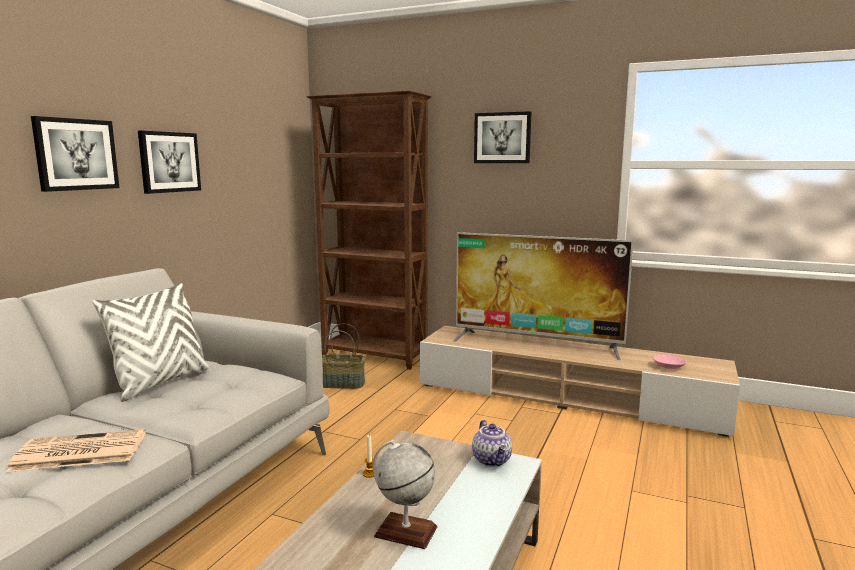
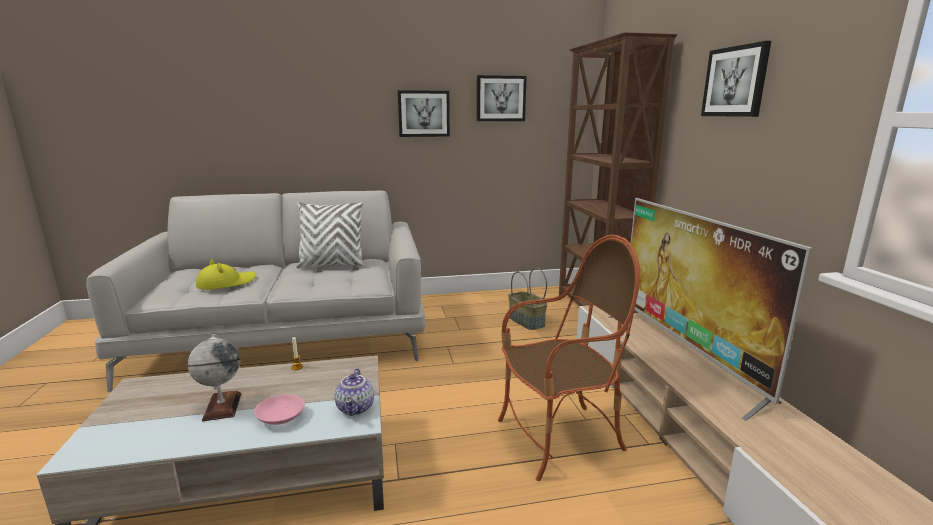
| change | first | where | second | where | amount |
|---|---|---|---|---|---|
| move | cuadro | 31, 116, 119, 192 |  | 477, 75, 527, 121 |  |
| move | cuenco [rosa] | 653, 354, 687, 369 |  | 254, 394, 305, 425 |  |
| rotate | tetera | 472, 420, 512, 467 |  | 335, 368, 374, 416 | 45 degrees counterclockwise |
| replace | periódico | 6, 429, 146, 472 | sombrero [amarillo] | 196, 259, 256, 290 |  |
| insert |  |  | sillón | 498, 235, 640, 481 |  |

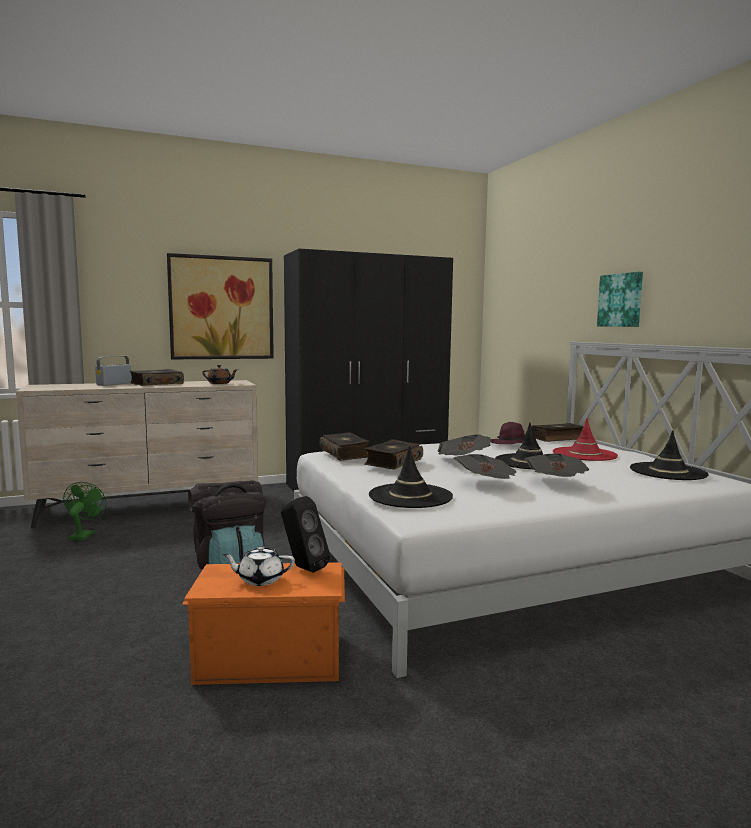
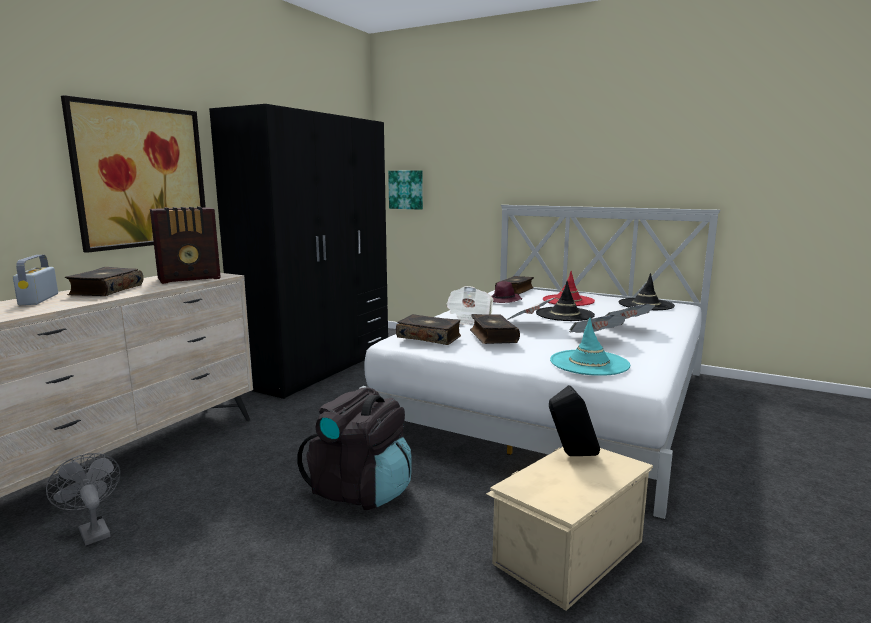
| change | first | where | second | where | amount |
|---|---|---|---|---|---|
| move | cuadro | 597, 272, 643, 327 |  | 388, 170, 423, 210 |  |
| replace | tetera [marrón] | 203, 365, 238, 384 | radio | 150, 207, 221, 284 |  |
| recolor | sombrero [negro] | 369, 446, 453, 508 | sombrero [turquesa] | 550, 318, 630, 376 |  |
| recolor | ventilador [verde] | 63, 482, 106, 540 | ventilador [gris] | 46, 453, 120, 546 |  |
| delete | tetera [blanco] | 222, 546, 295, 586 |  |  |  |
| recolor | caja de almacenaje [naranja] | 182, 562, 345, 685 | caja de almacenaje [beis] | 486, 447, 653, 611 |  |
| insert |  |  | periódico | 446, 286, 494, 325 |  |

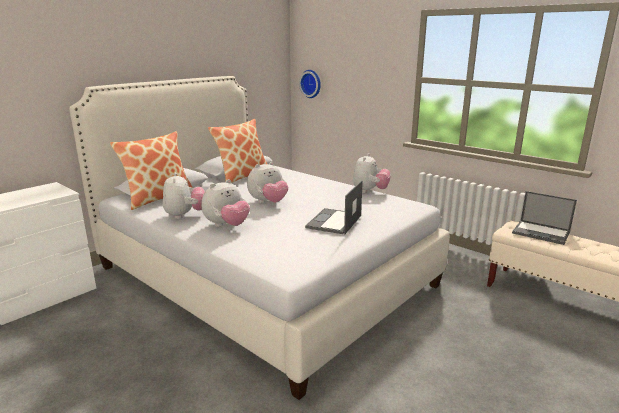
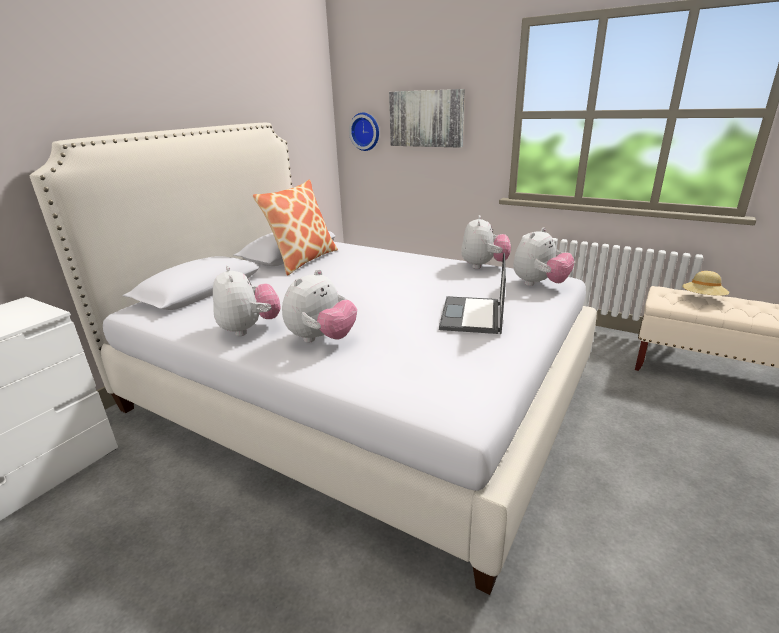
| change | first | where | second | where | amount |
|---|---|---|---|---|---|
| delete | cojín | 110, 131, 193, 210 |  |  |  |
| move | peluche | 247, 162, 288, 203 |  | 513, 227, 575, 286 |  |
| replace | portátil | 512, 191, 577, 245 | sombrero [beis] | 682, 271, 729, 296 |  |
| insert |  |  | cuadro | 389, 89, 465, 148 |  |

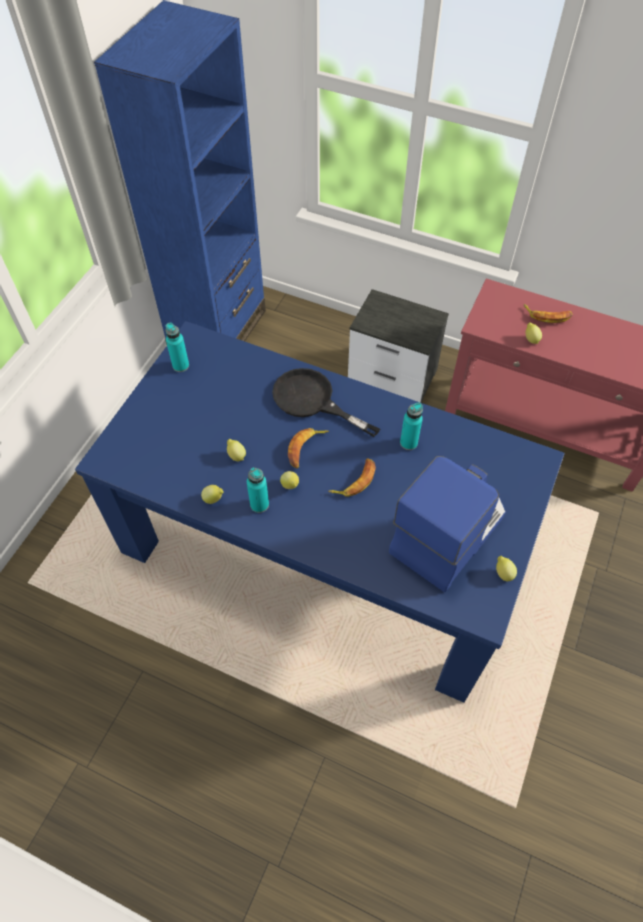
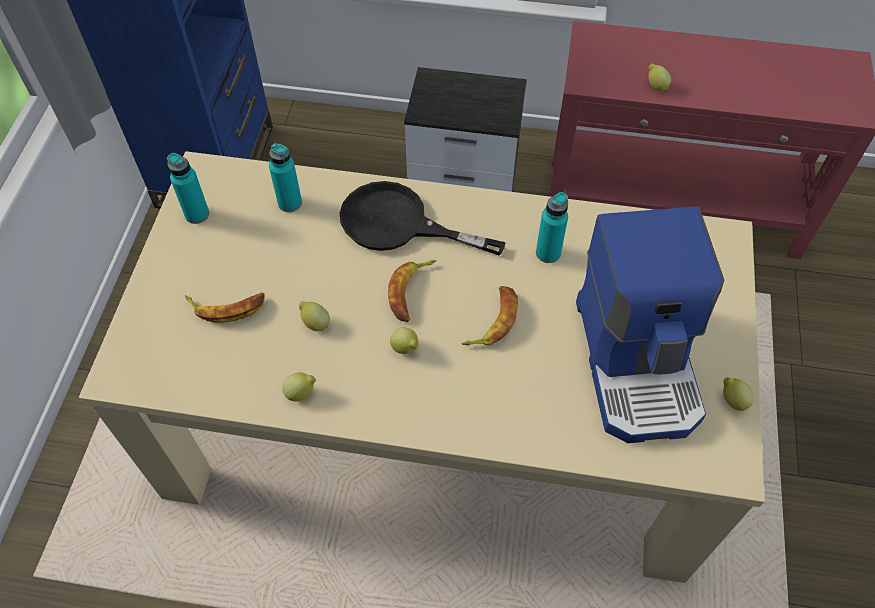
| change | first | where | second | where | amount |
|---|---|---|---|---|---|
| move | plátano | 524, 304, 572, 323 |  | 185, 292, 265, 323 |  |
| recolor | mesa de comedor [azul] | 75, 321, 565, 703 | mesa de comedor [beis] | 79, 151, 765, 583 |  |
| rotate | cafetera | 389, 456, 506, 592 |  | 576, 207, 724, 443 | 150 degrees clockwise |
| move | botella [turquesa] | 247, 467, 269, 513 |  | 269, 143, 302, 212 |  |

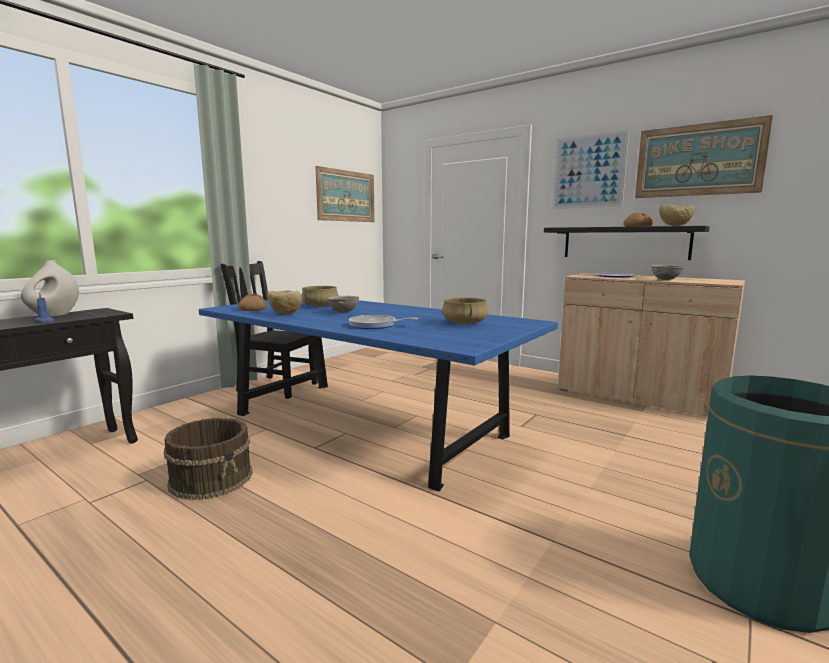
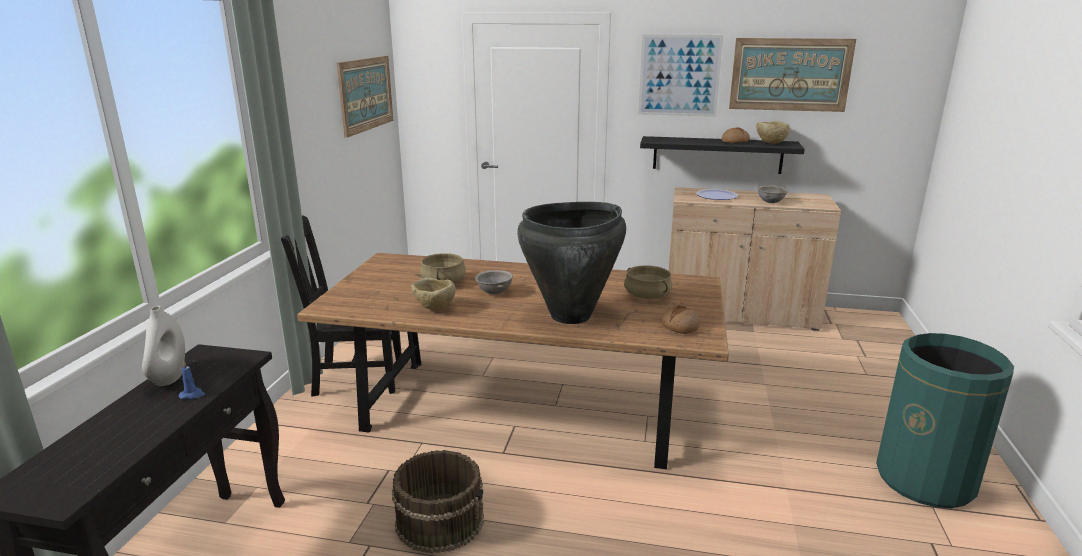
| change | first | where | second | where | amount |
|---|---|---|---|---|---|
| move | pan | 238, 294, 266, 311 |  | 661, 305, 700, 334 |  |
| recolor | mesa de comedor [azul] | 199, 300, 558, 492 | mesa de comedor [marrón] | 297, 253, 729, 469 |  |
| replace | sartén | 349, 315, 419, 329 | florero [negro] | 517, 202, 626, 324 |  |

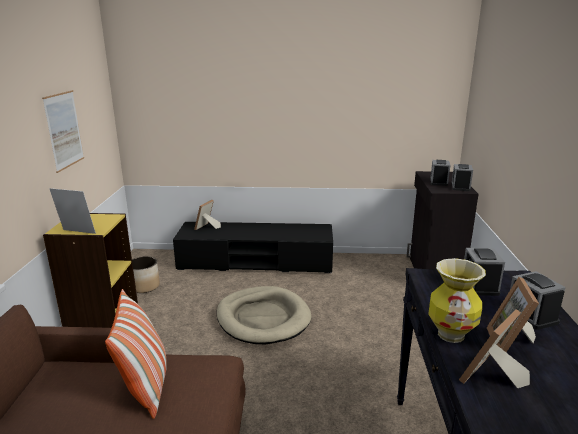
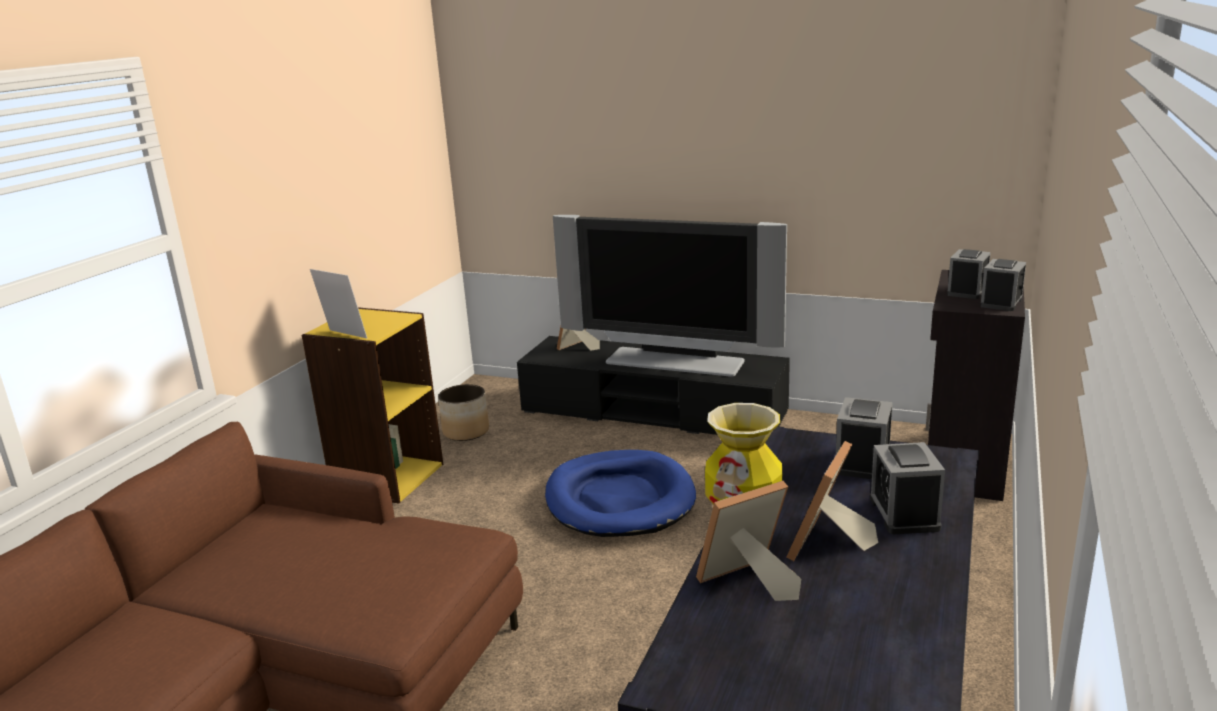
| change | first | where | second | where | amount |
|---|---|---|---|---|---|
| delete | cuadro | 42, 90, 84, 173 |  |  |  |
| recolor | cama para perro [beis] | 217, 286, 312, 344 | cama para perro [azul] | 545, 450, 696, 537 |  |
| delete | cojín | 105, 289, 167, 419 |  |  |  |
| insert |  |  | televisor | 553, 215, 787, 377 |  |

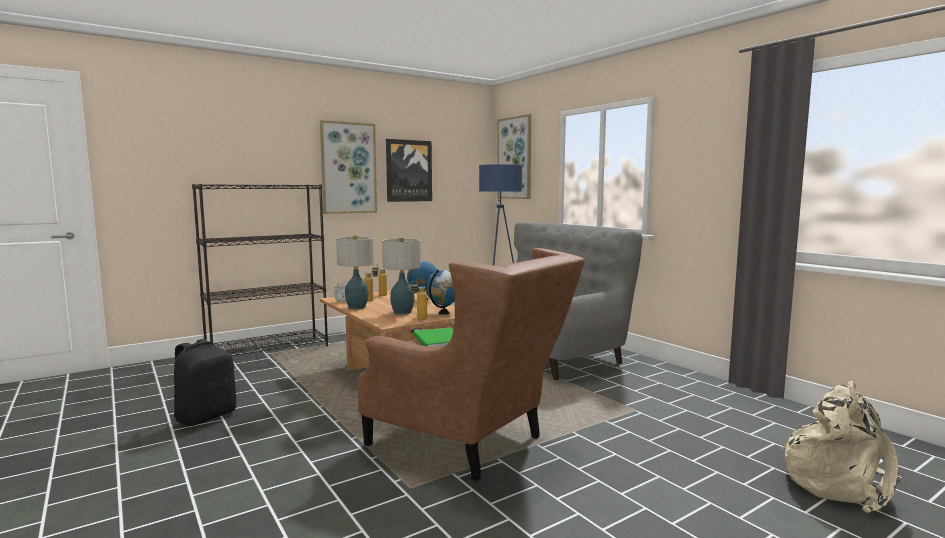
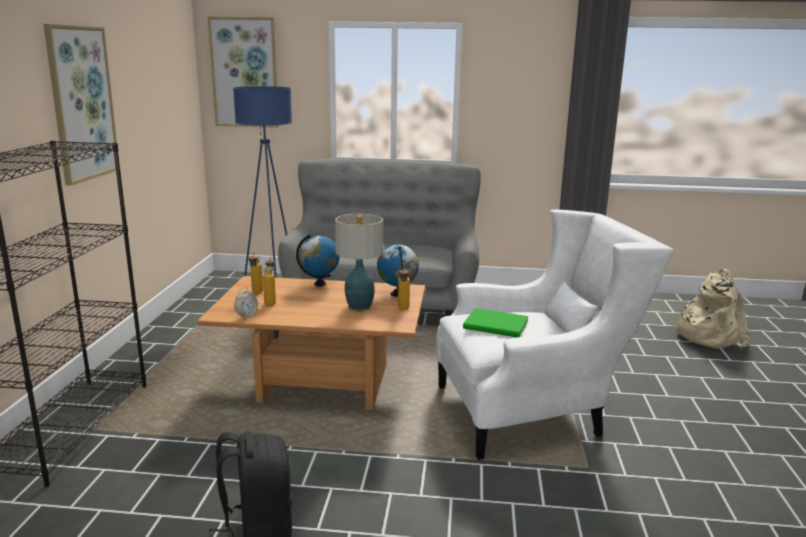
| change | first | where | second | where | amount |
|---|---|---|---|---|---|
| delete | cuadro | 386, 139, 432, 202 |  |  |  |
| delete | lámpara de mesa | 336, 235, 374, 309 |  |  |  |
| recolor | sillón [marrón] | 358, 248, 585, 481 | sillón [blanco] | 436, 210, 674, 460 |  |

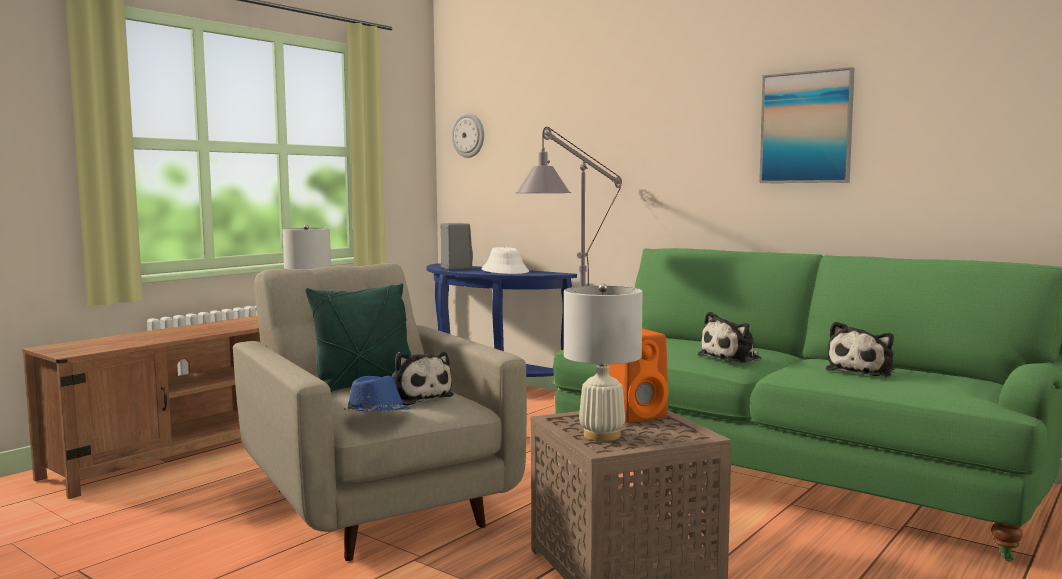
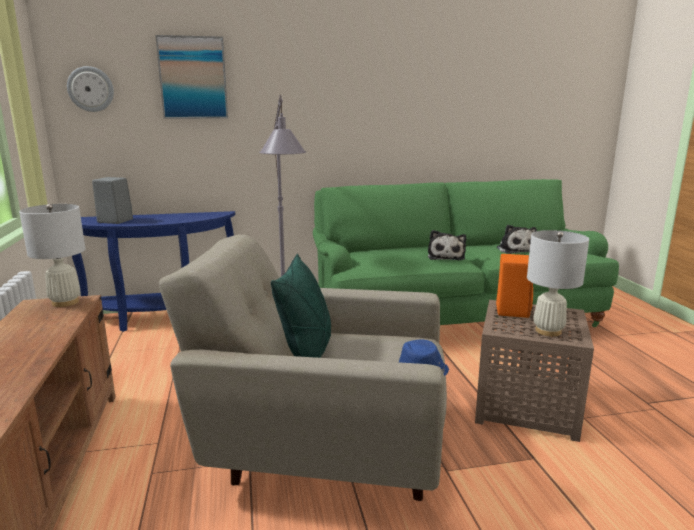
| change | first | where | second | where | amount |
|---|---|---|---|---|---|
| move | cuadro | 759, 67, 855, 183 |  | 155, 35, 228, 119 |  |
| delete | sombrero [blanco] | 481, 247, 529, 274 |  |  |  |
| delete | peluche | 392, 352, 453, 406 |  |  |  |

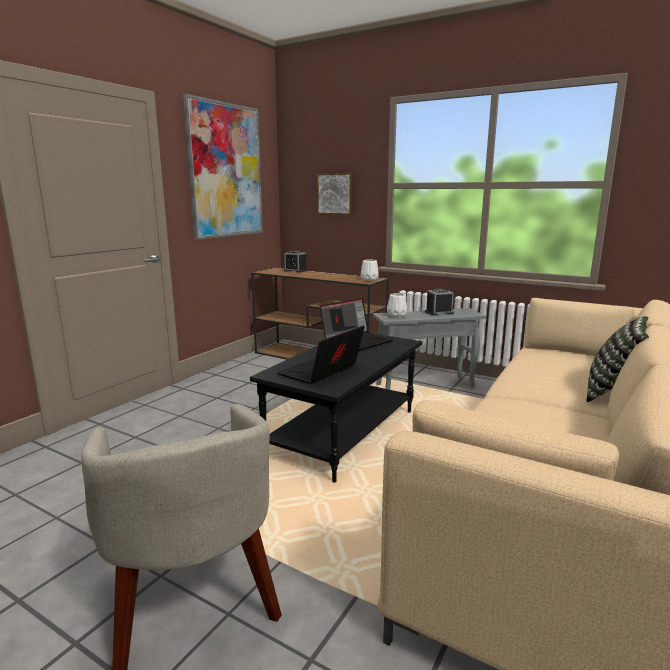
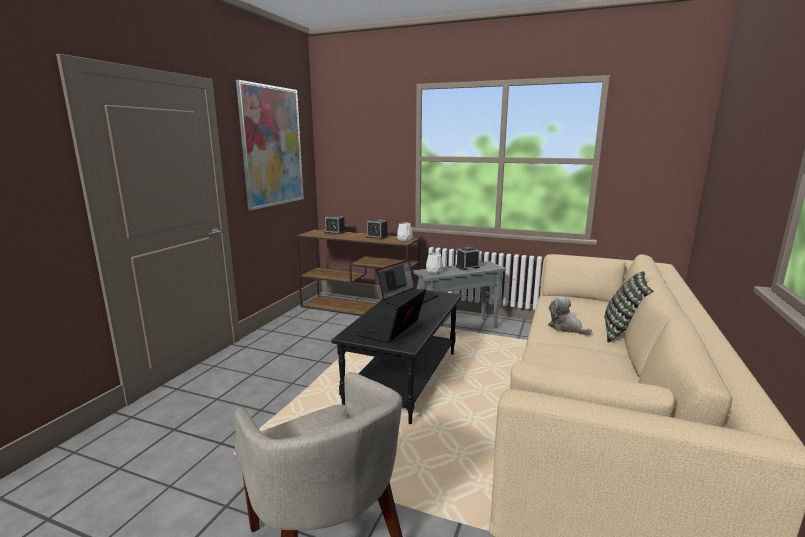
| change | first | where | second | where | amount |
|---|---|---|---|---|---|
| delete | cuadro | 317, 173, 353, 215 |  |  |  |
| insert |  |  | despertador | 366, 218, 388, 239 |  |
| insert |  |  | peluche | 548, 296, 592, 335 |  |

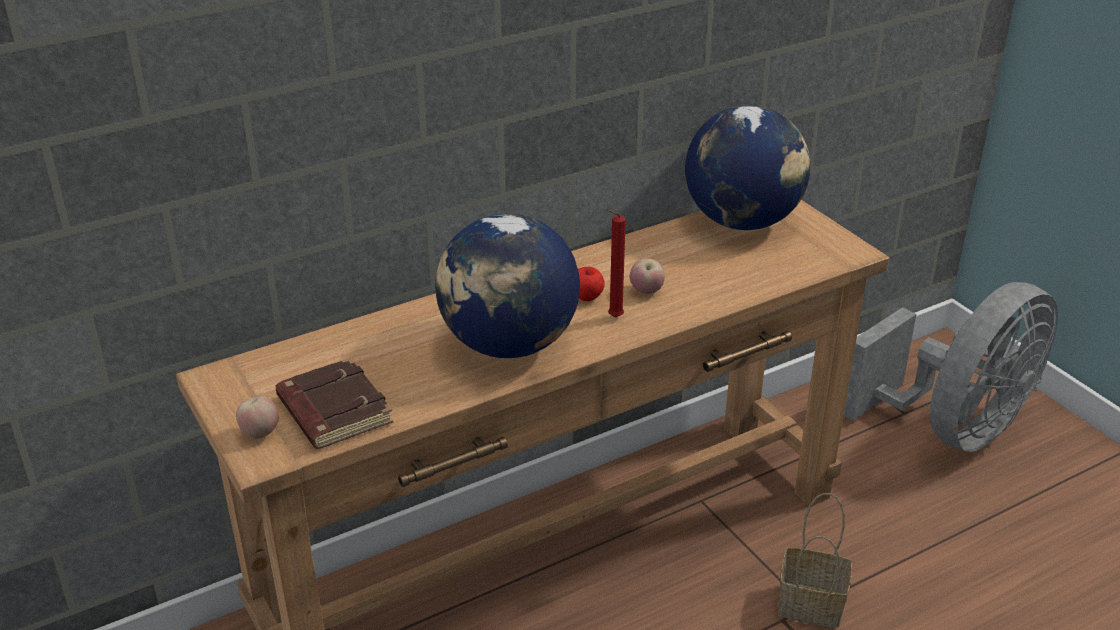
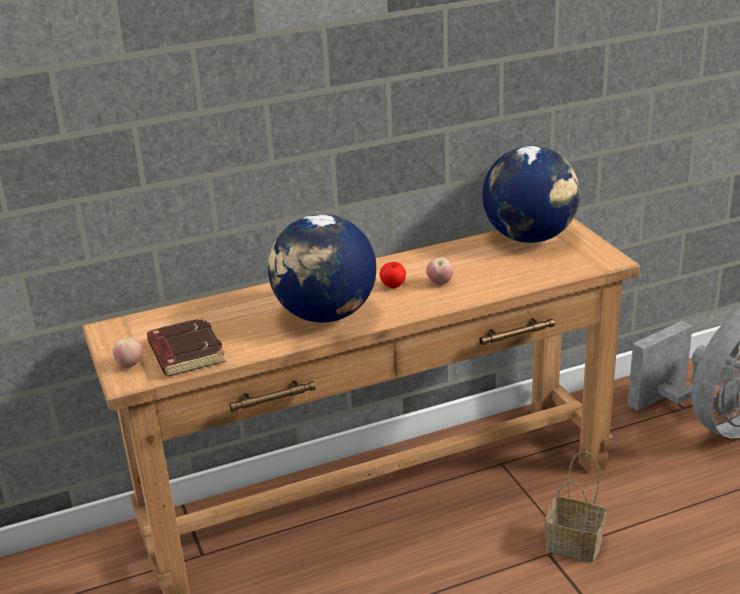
| change | first | where | second | where | amount |
|---|---|---|---|---|---|
| delete | vela [rojo] | 607, 209, 626, 317 |  |  |  |

